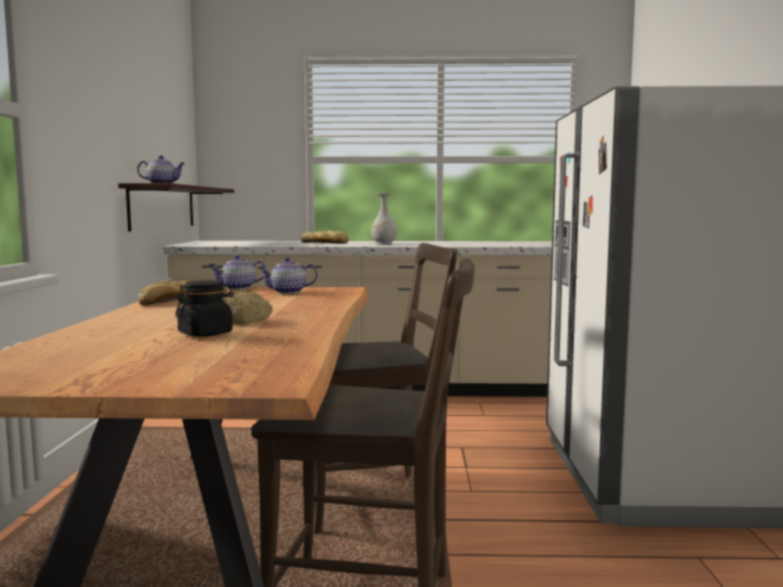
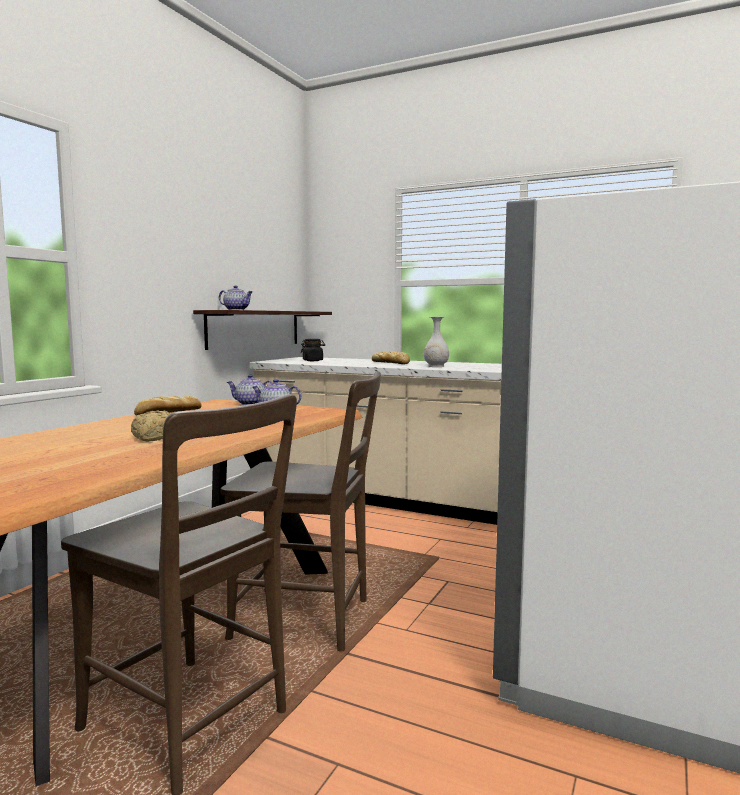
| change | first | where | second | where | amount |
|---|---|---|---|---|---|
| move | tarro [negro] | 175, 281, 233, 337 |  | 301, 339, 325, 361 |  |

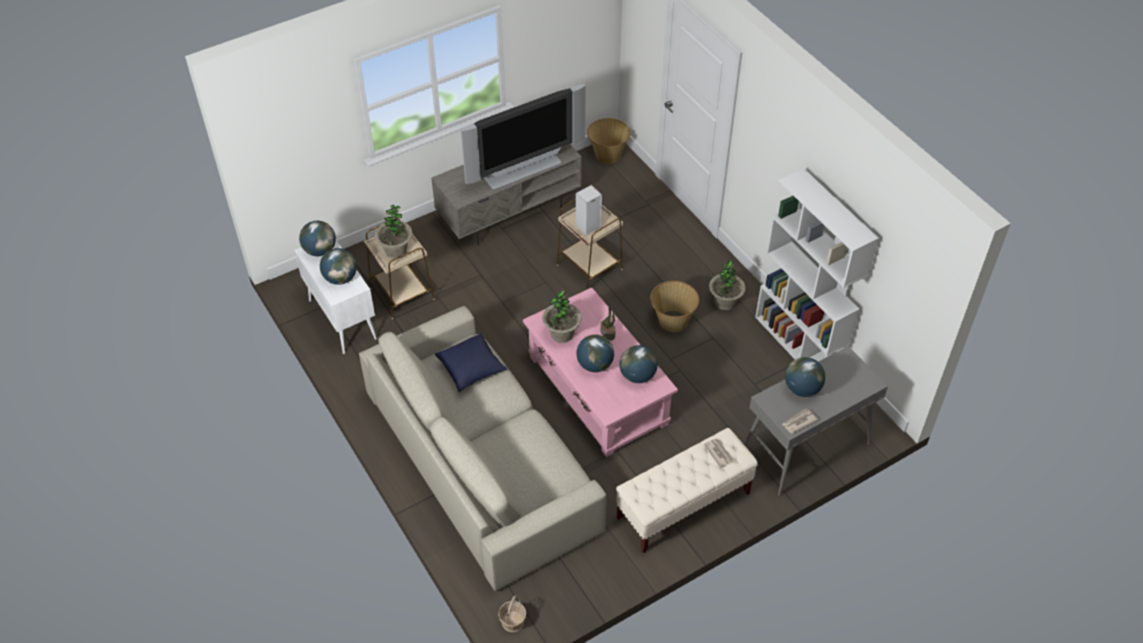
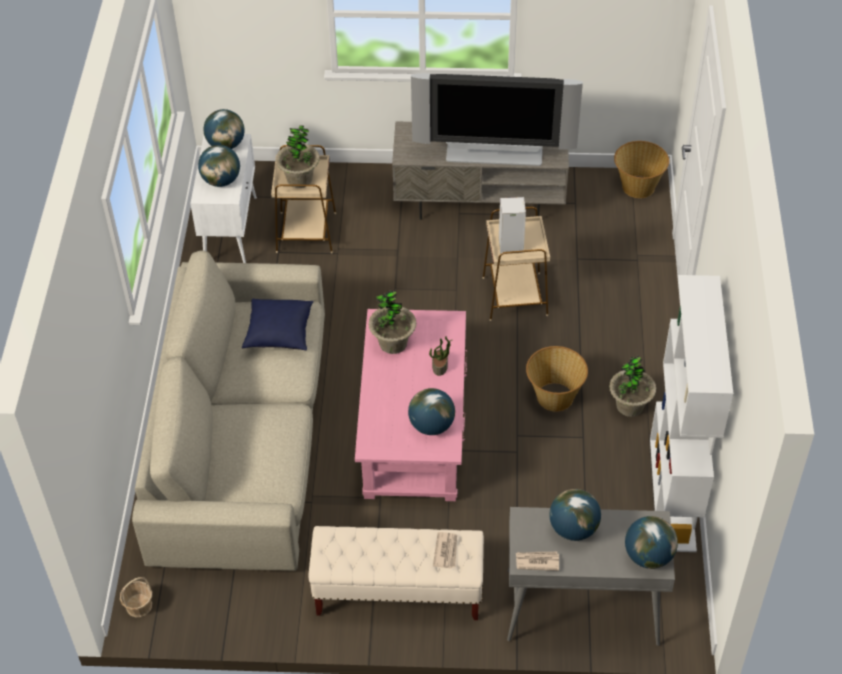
| change | first | where | second | where | amount |
|---|---|---|---|---|---|
| move | globo terráqueo | 576, 334, 614, 372 |  | 625, 516, 678, 569 |  |

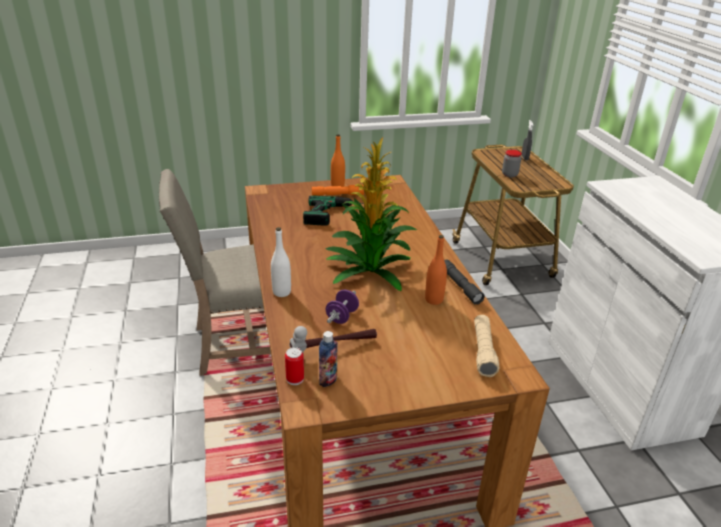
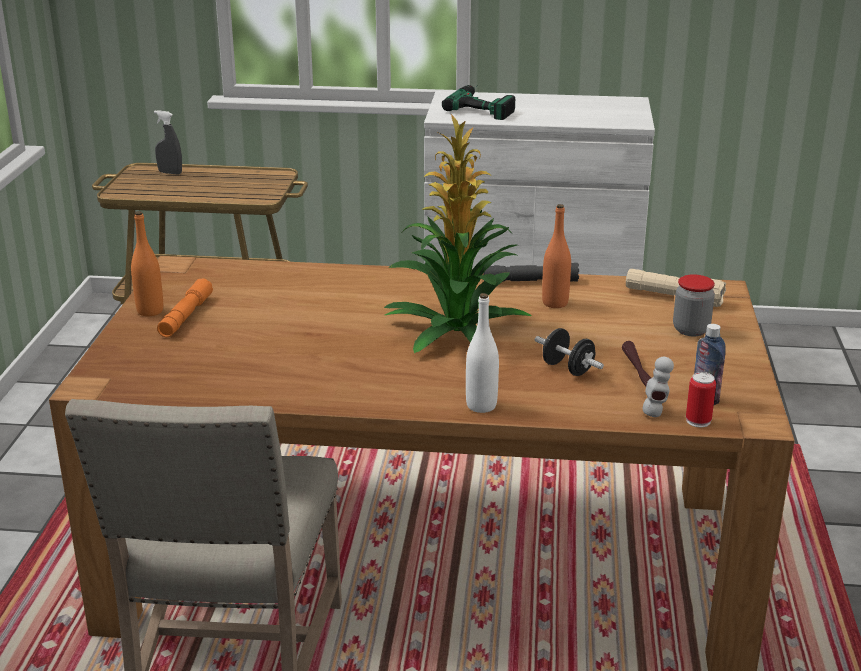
| change | first | where | second | where | amount |
|---|---|---|---|---|---|
| move | tarro | 502, 150, 522, 178 |  | 673, 274, 715, 336 |  |
| move | taladro | 303, 196, 364, 226 |  | 442, 85, 515, 120 |  |
| recolor | mancuerna [morado] | 326, 290, 359, 324 | mancuerna [negro] | 535, 328, 604, 376 |  |

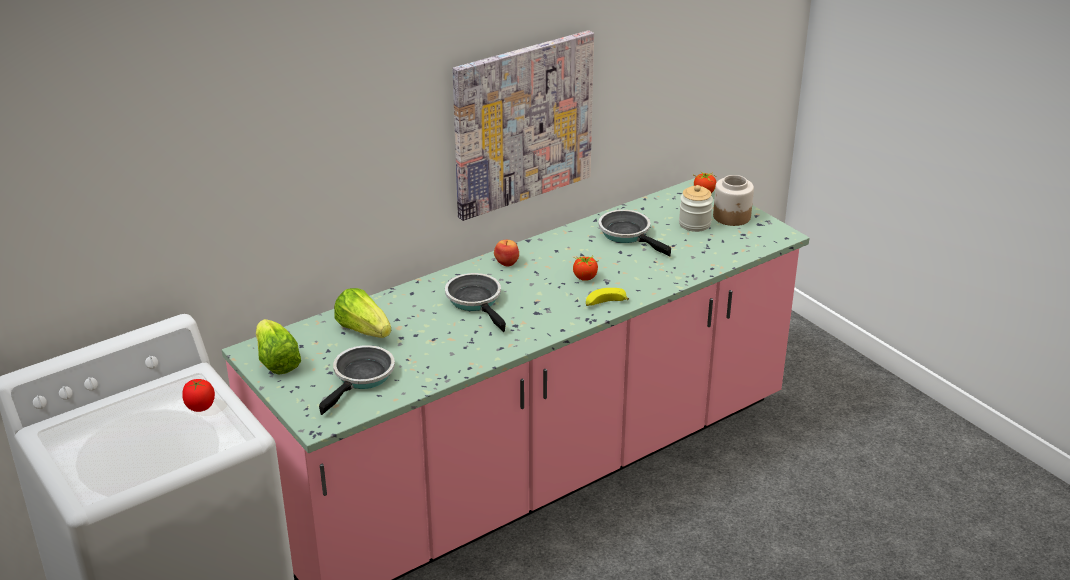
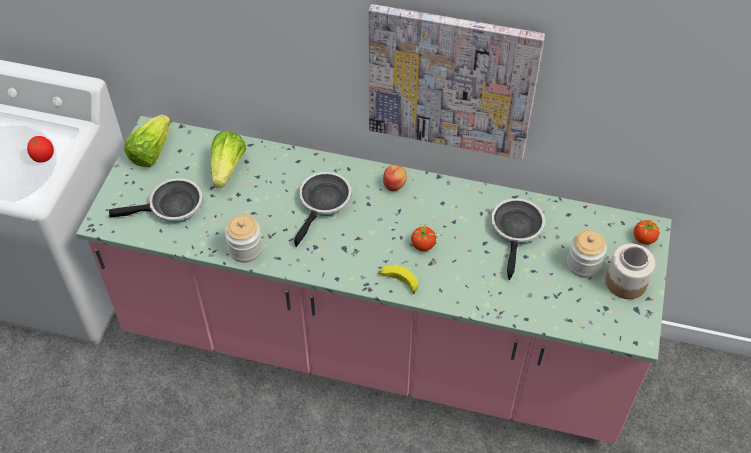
| change | first | where | second | where | amount |
|---|---|---|---|---|---|
| insert |  |  | tarro | 225, 215, 262, 263 |  |

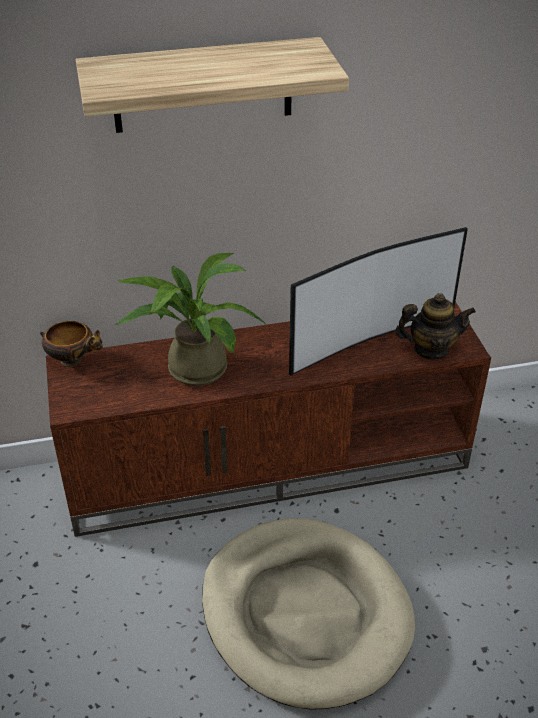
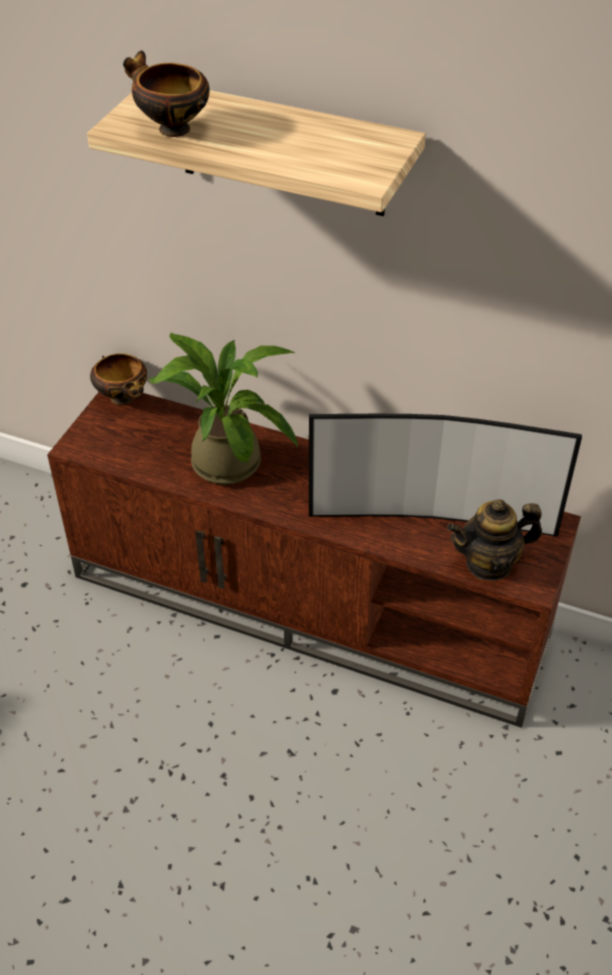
| change | first | where | second | where | amount |
|---|---|---|---|---|---|
| rotate | tetera | 395, 293, 476, 360 |  | 447, 499, 542, 581 | 135 degrees clockwise |
| delete | cama para perro [beis] | 202, 518, 415, 710 |  |  |  |
| insert |  |  | cuenco | 123, 51, 210, 137 |  |

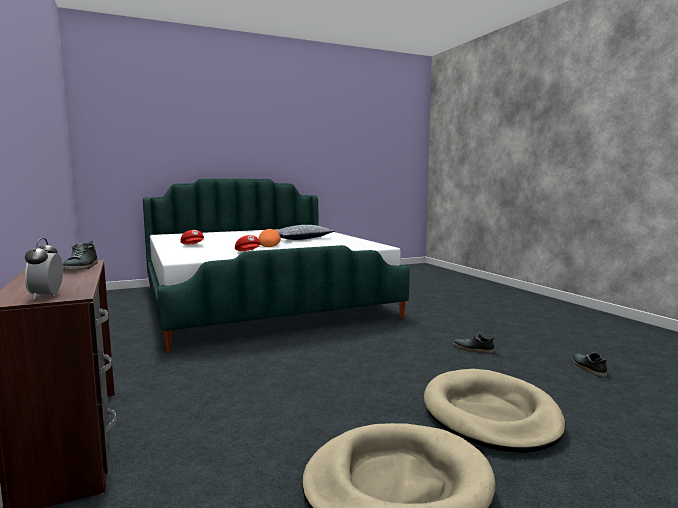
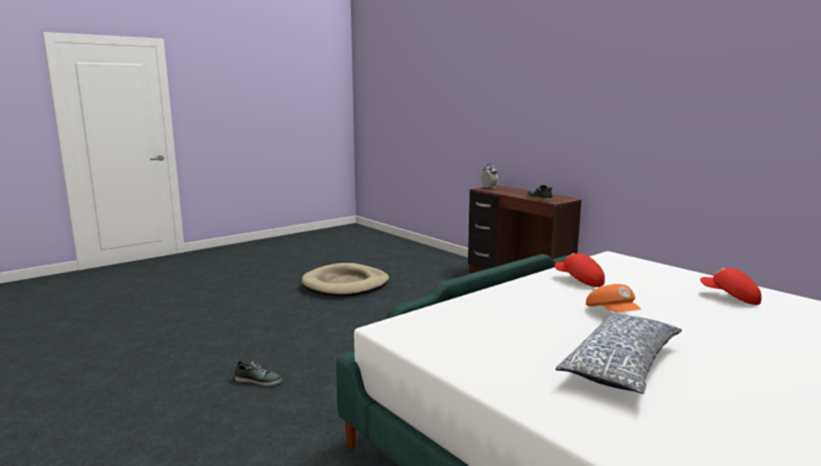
| change | first | where | second | where | amount |
|---|---|---|---|---|---|
| delete | zapato | 572, 352, 607, 377 |  |  |  |
| delete | cama para perro [beis] | 424, 369, 565, 453 |  |  |  |

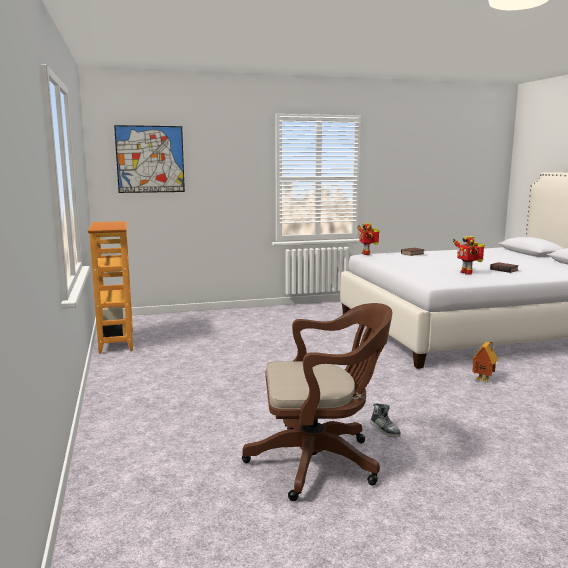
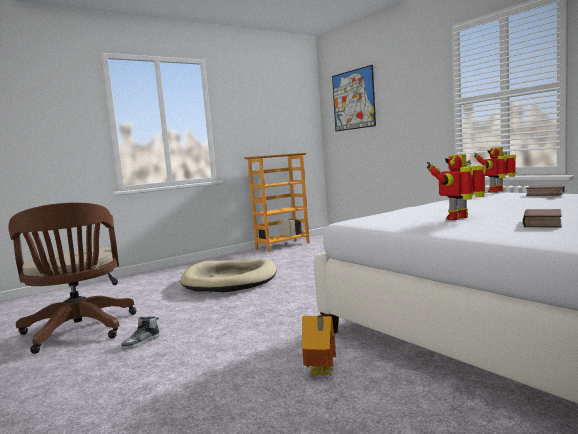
| change | first | where | second | where | amount |
|---|---|---|---|---|---|
| insert |  |  | cama para perro [beis] | 181, 258, 277, 292 |  |

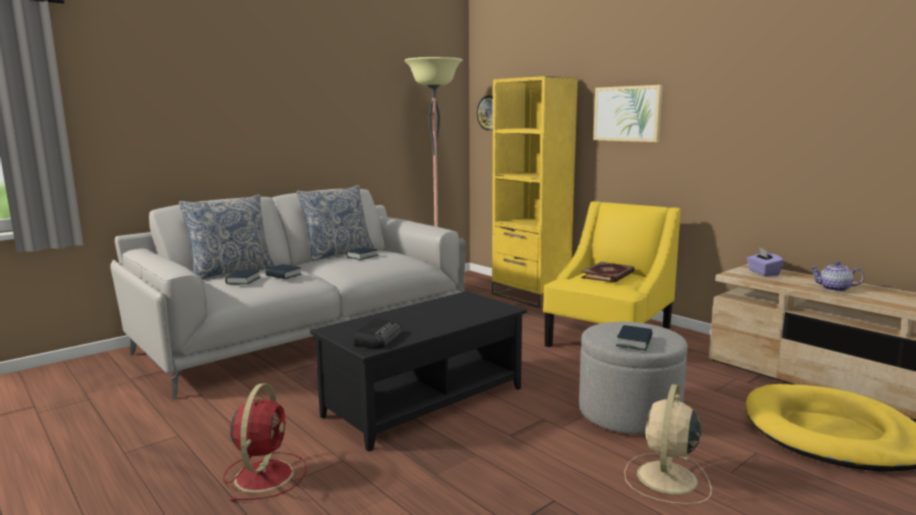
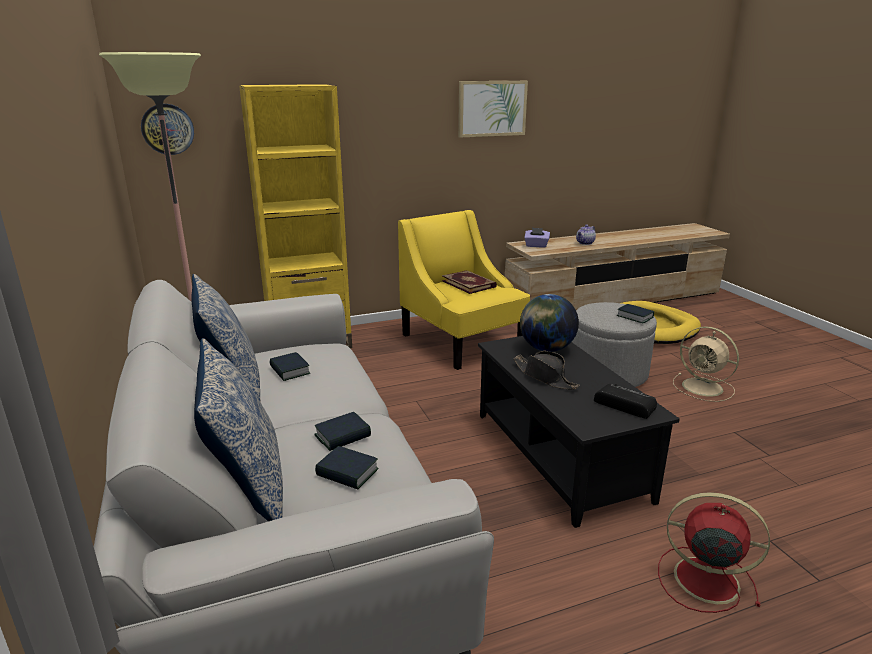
| change | first | where | second | where | amount |
|---|---|---|---|---|---|
| move | cuadro | 593, 85, 663, 142 |  | 458, 81, 528, 138 |  |
| insert |  |  | globo terráqueo | 520, 294, 579, 352 |  |
| insert |  |  | sombrero [negro] | 513, 351, 579, 390 |  |

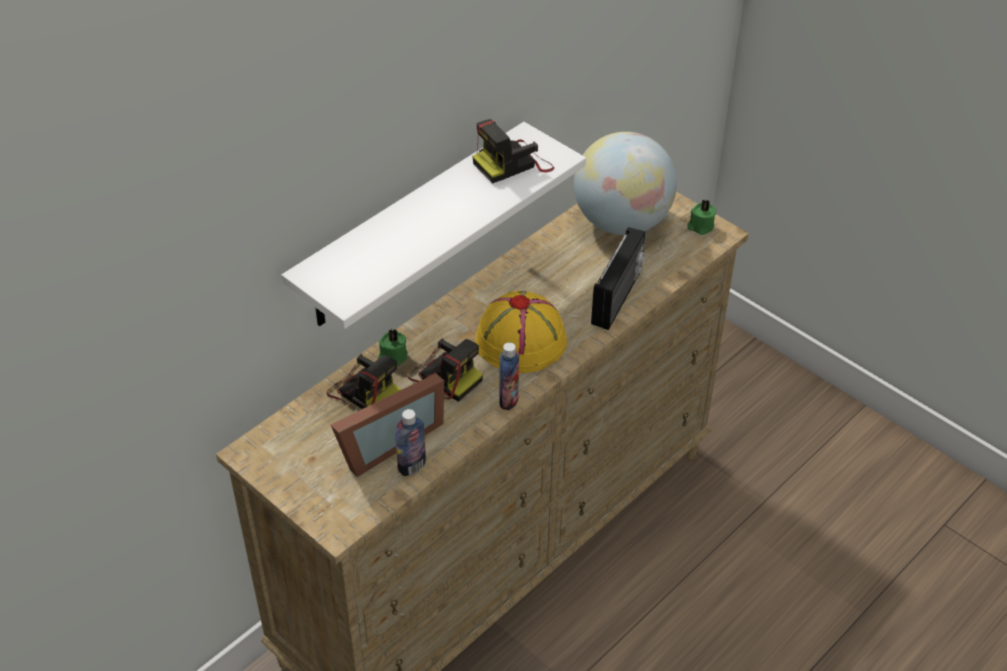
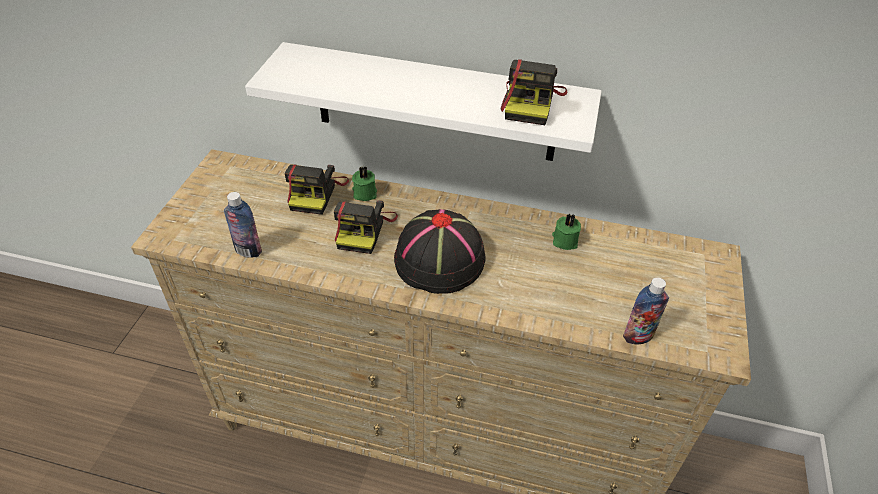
| change | first | where | second | where | amount |
|---|---|---|---|---|---|
| rotate | cámara | 472, 119, 554, 184 |  | 501, 59, 567, 125 | 105 degrees counterclockwise |
| delete | globo terráqueo | 574, 132, 677, 235 |  |  |  |
| move | vela [verde] | 687, 199, 716, 235 |  | 552, 213, 581, 250 |  |
| delete | radio | 591, 227, 646, 330 |  |  |  |
| recolor | sombrero [amarillo] | 475, 291, 567, 373 | sombrero [negro] | 394, 209, 486, 294 |  |
| move | botella | 499, 343, 519, 410 |  | 623, 277, 669, 344 |  |
| delete | portarretratos | 331, 373, 444, 477 |  |  |  |

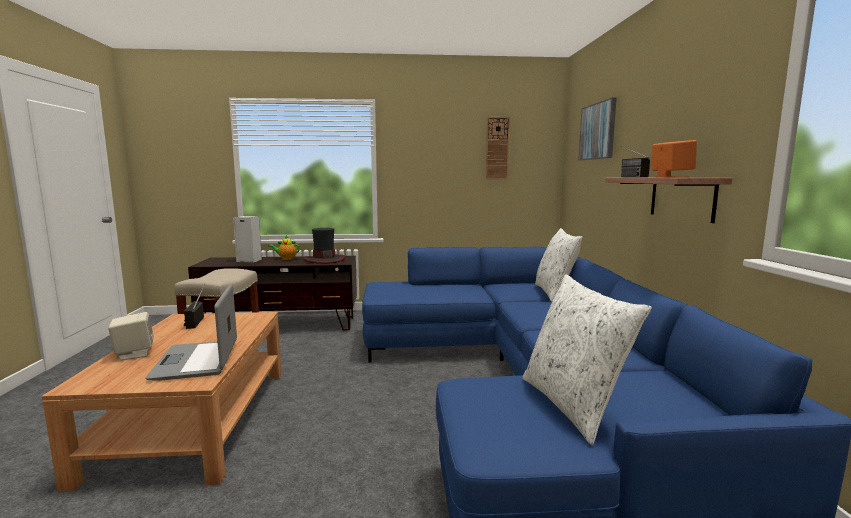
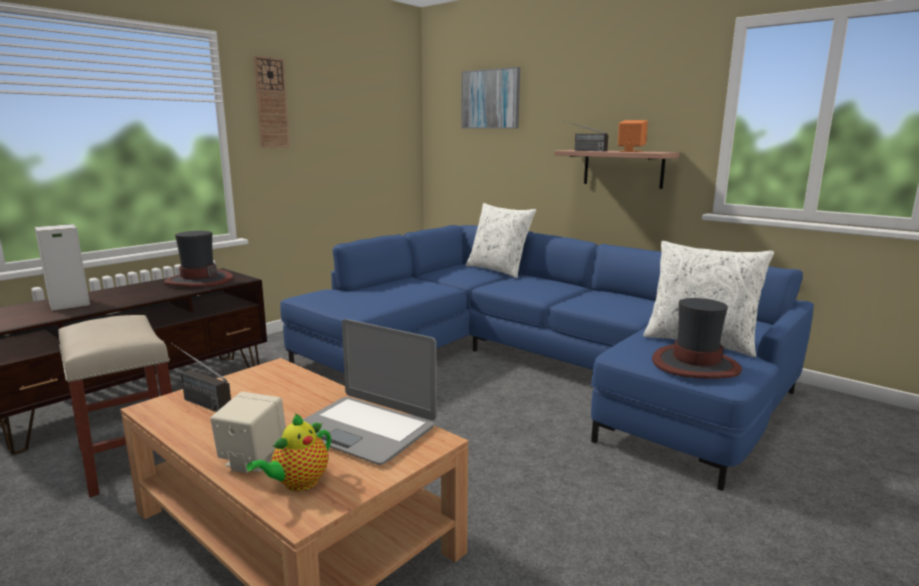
| change | first | where | second | where | amount |
|---|---|---|---|---|---|
| move | reloj de pared | 486, 117, 510, 179 |  | 253, 56, 290, 148 |  |
| move | tetera | 268, 235, 300, 260 |  | 246, 414, 331, 491 |  |
| insert |  |  | sombrero | 652, 298, 742, 379 |  |

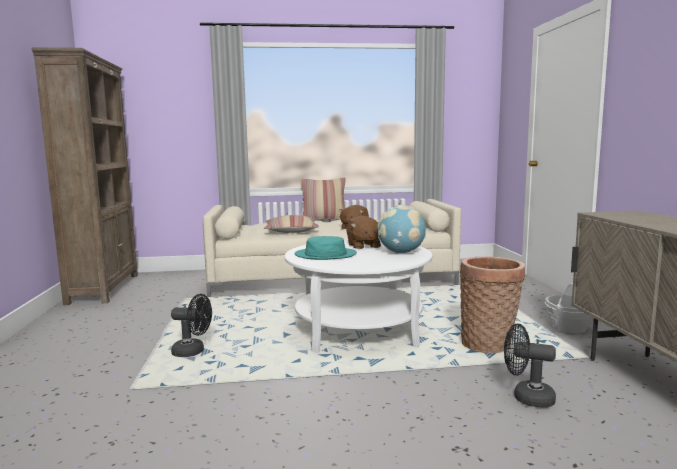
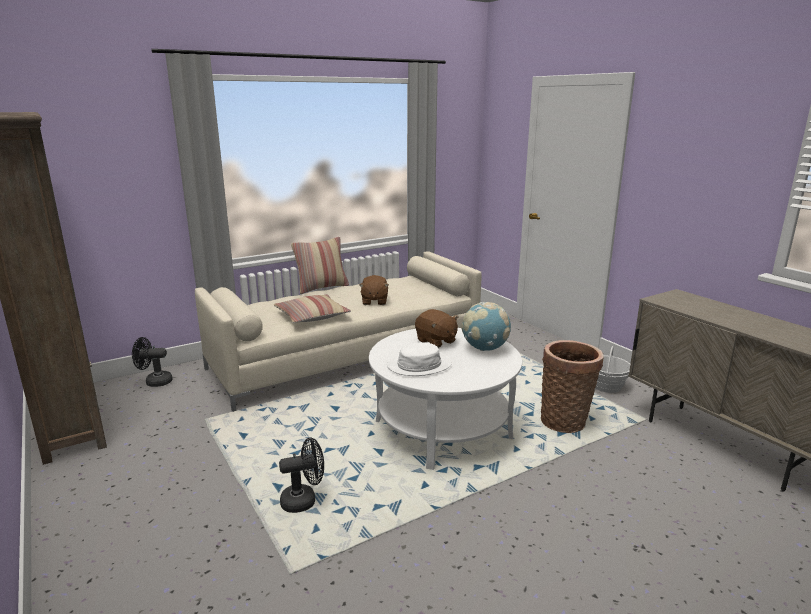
| change | first | where | second | where | amount |
|---|---|---|---|---|---|
| recolor | sombrero [turquesa] | 295, 236, 357, 260 | sombrero [blanco] | 387, 342, 452, 376 |  |
| move | ventilador [negro] | 504, 324, 556, 408 |  | 132, 337, 173, 387 |  |

